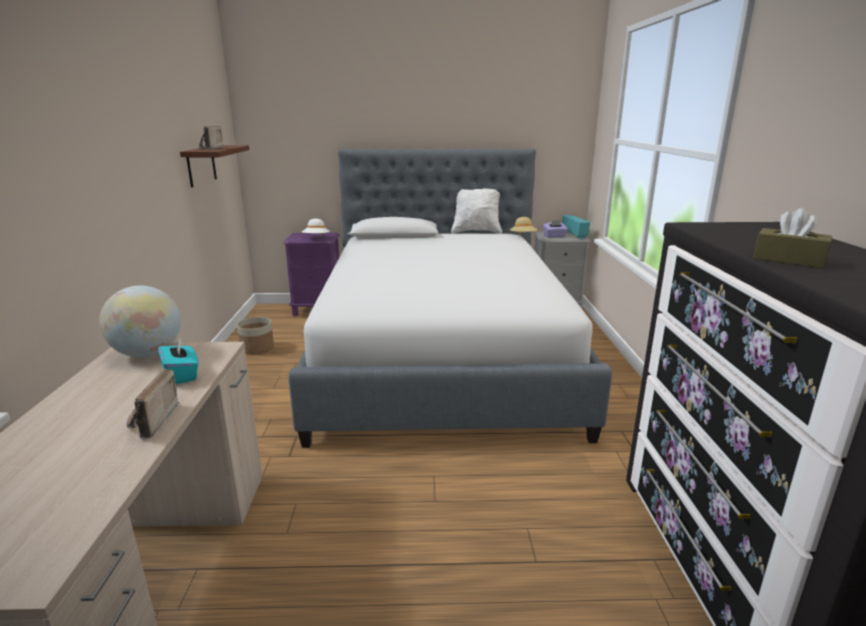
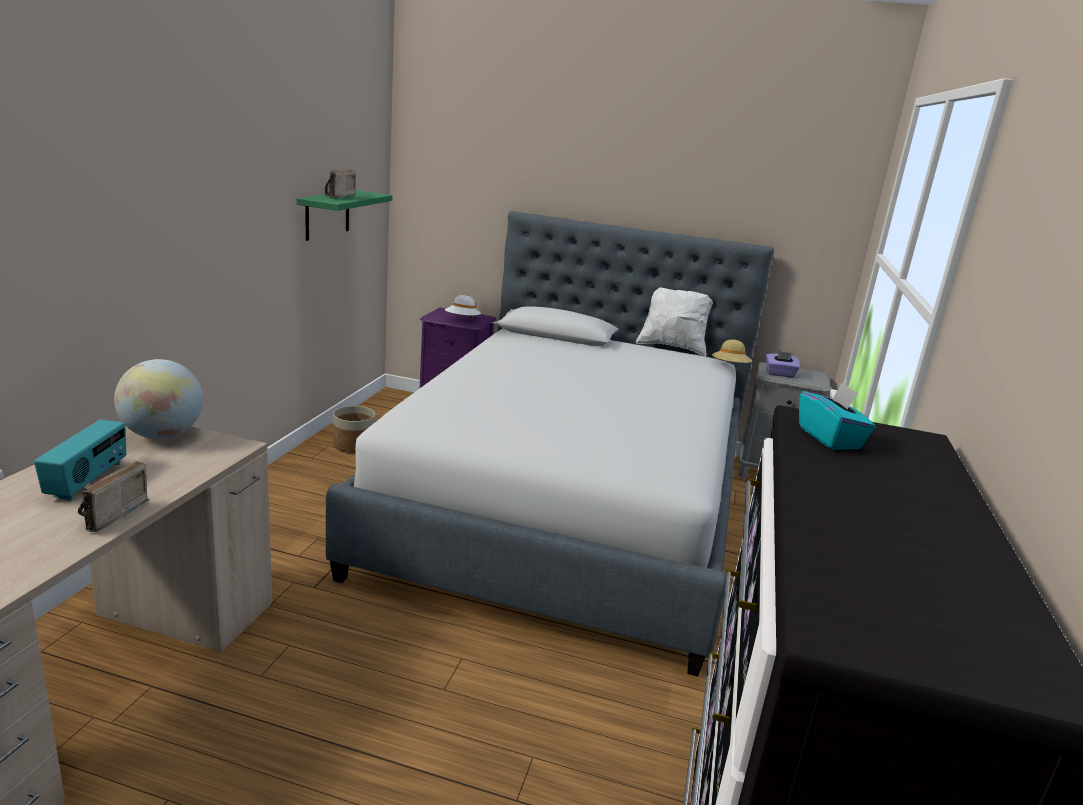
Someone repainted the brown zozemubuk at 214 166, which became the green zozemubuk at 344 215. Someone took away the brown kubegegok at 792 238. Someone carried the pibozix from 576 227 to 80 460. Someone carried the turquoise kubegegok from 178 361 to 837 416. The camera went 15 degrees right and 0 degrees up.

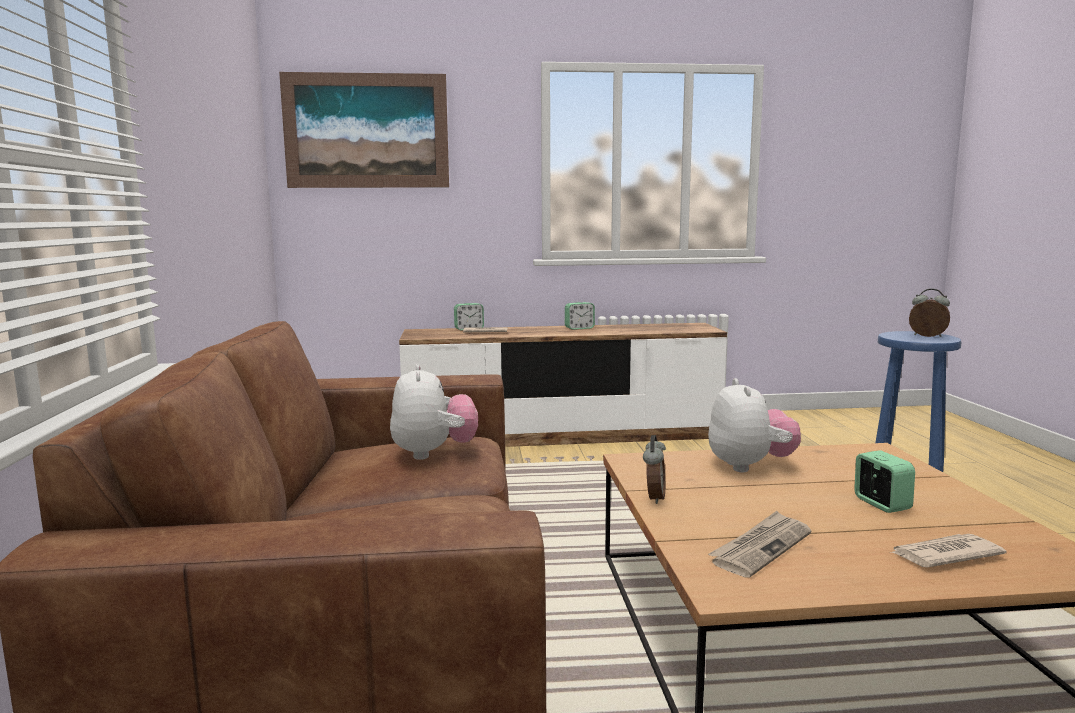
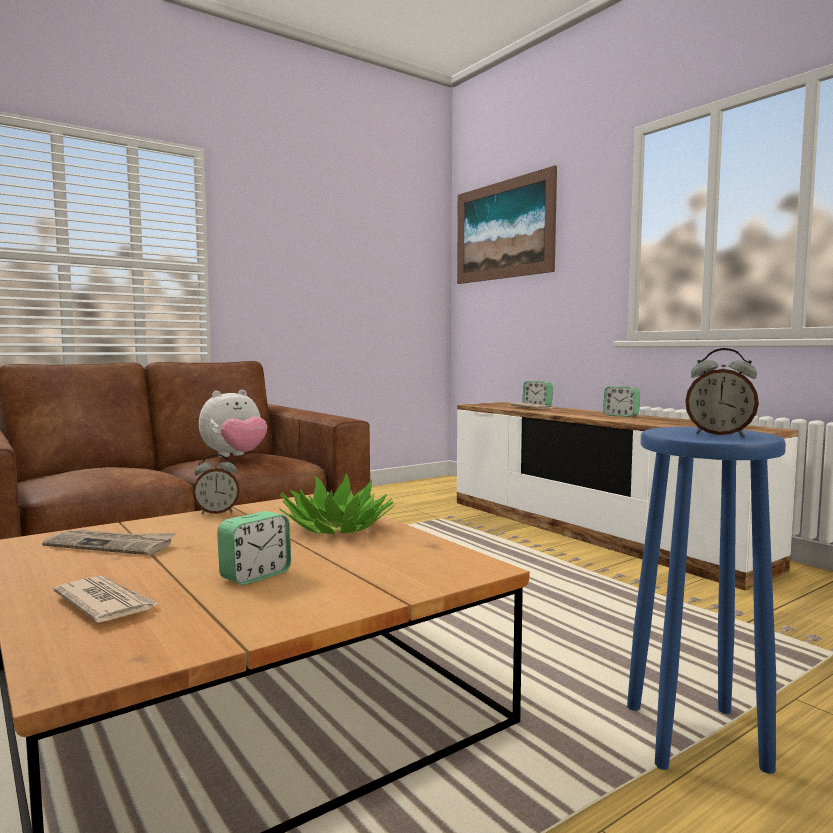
Someone rotated the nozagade at 929 312 by 120 degrees clockwise. Someone swapped the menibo at 754 425 for the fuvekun at 336 503. The camera went 60 degrees right and 5 degrees down.

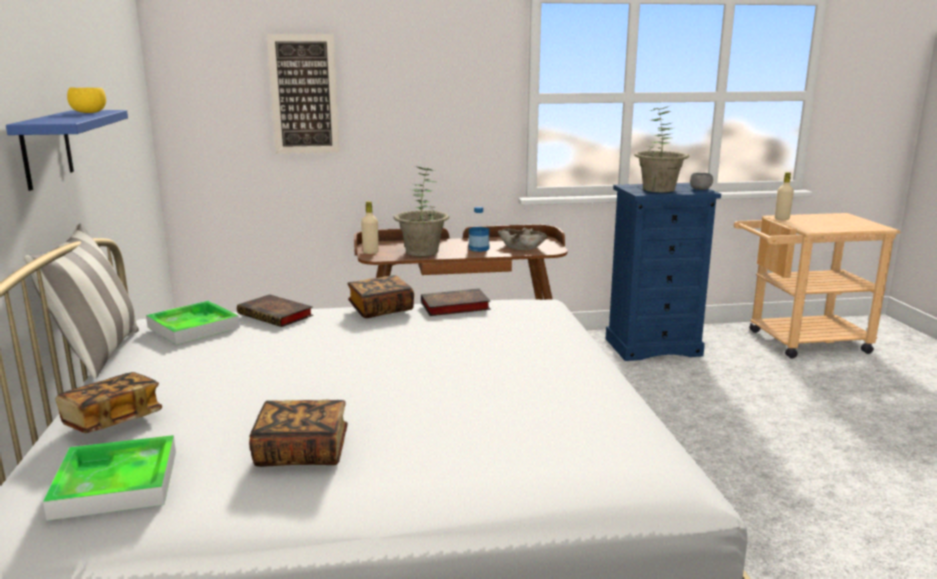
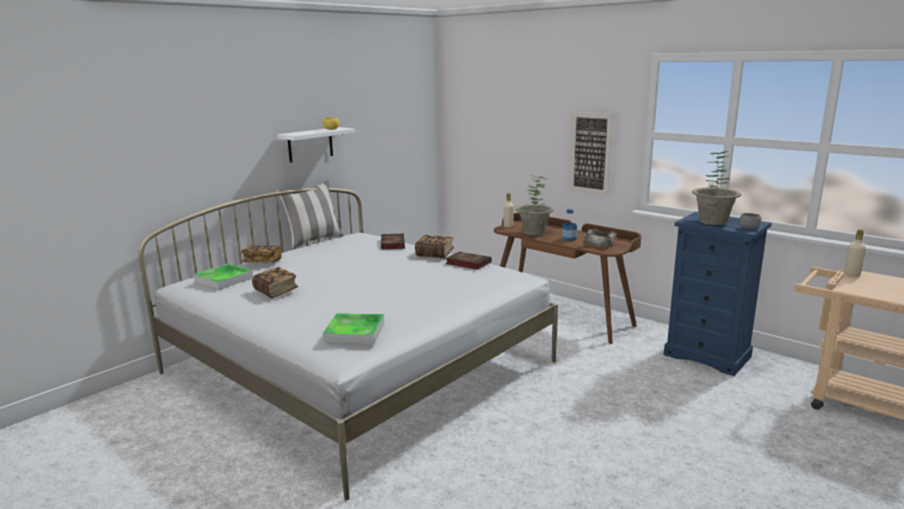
Someone carried the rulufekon from 303 94 to 591 154. Someone repainted the blue zozemubuk at 67 150, which became the white zozemubuk at 316 145. Someone carried the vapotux from 193 323 to 353 328. The camera went 50 degrees right and 0 degrees up.

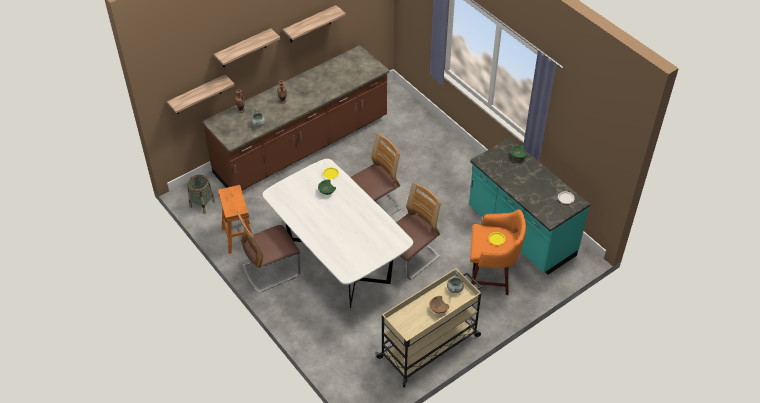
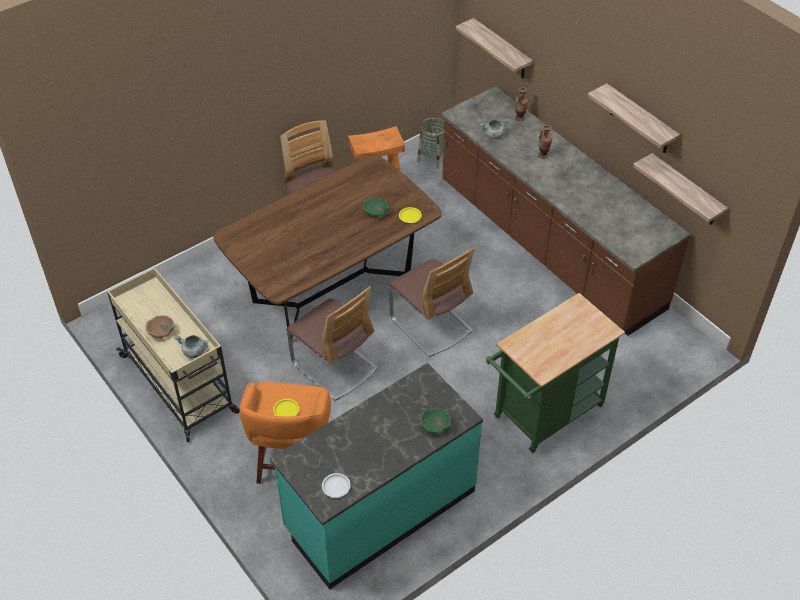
Someone carried the zozemubuk from 247 48 to 680 189. Someone repainted the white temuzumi at 337 233, which became the brown temuzumi at 327 245. Someone put down the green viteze at 555 373. The camera went 90 degrees right and 0 degrees up.

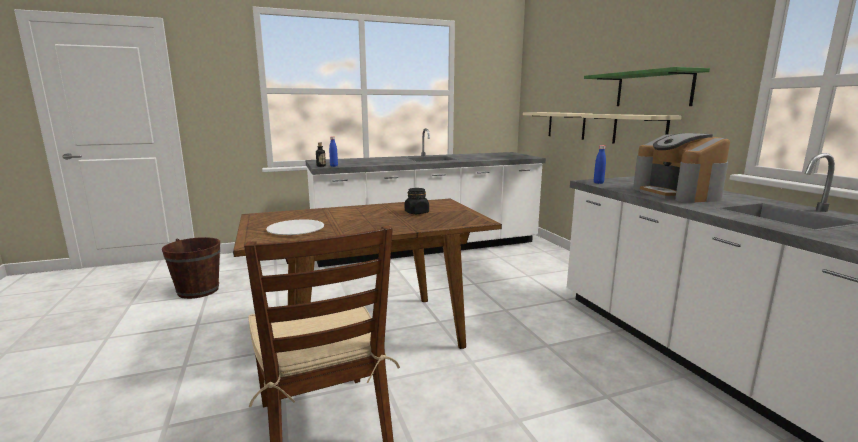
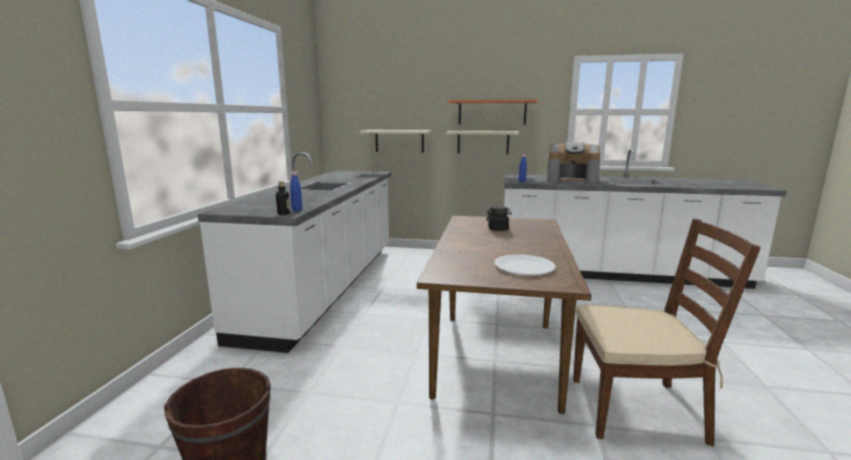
Someone repainted the green zozemubuk at 647 86, which became the orange zozemubuk at 492 112. The camera went 60 degrees left and 0 degrees up.

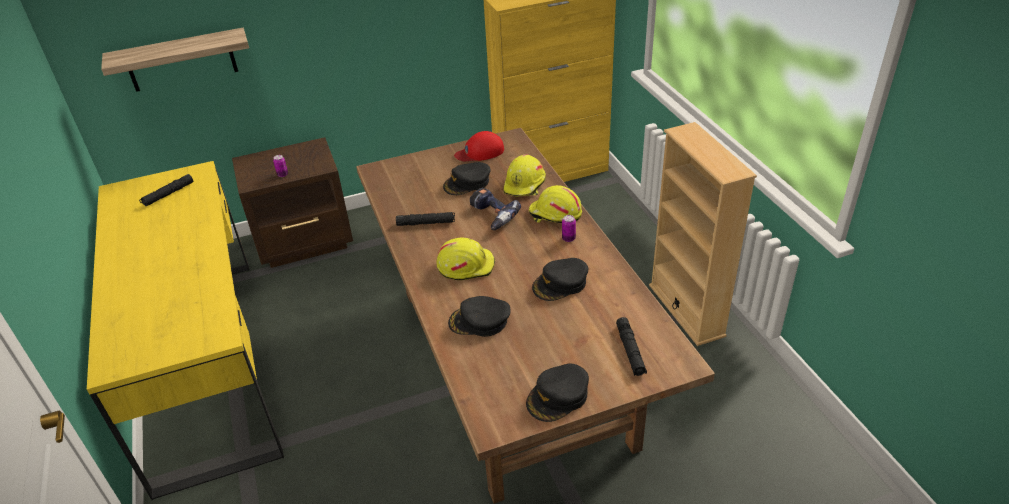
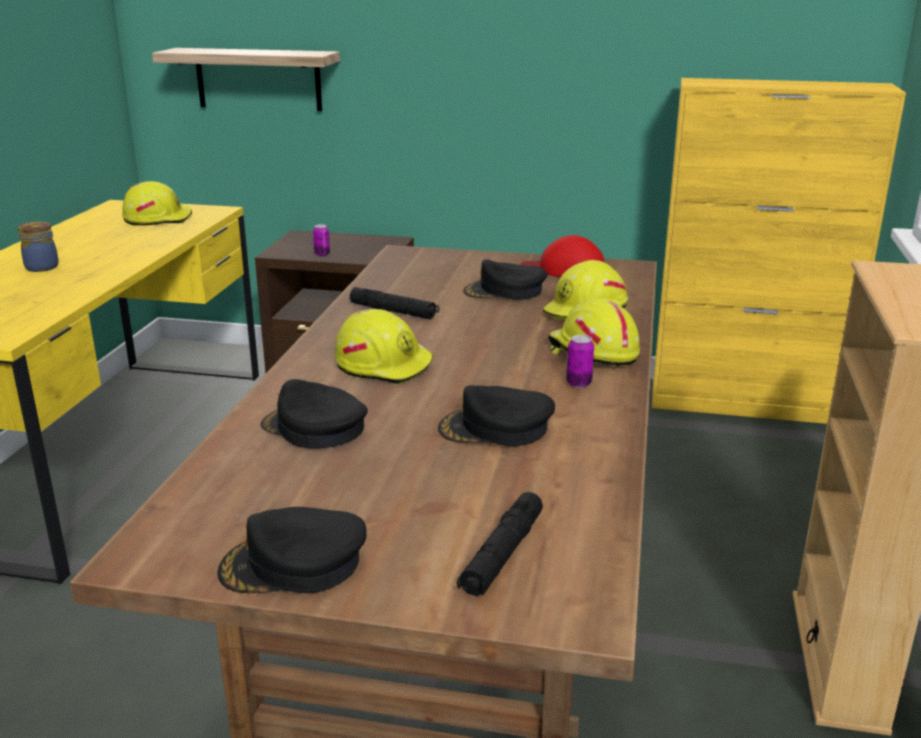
Someone swapped the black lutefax at 166 190 for the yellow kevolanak at 157 203. Someone took away the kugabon at 495 208. Someone put down the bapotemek at 38 247. The camera went 30 degrees right and 15 degrees down.

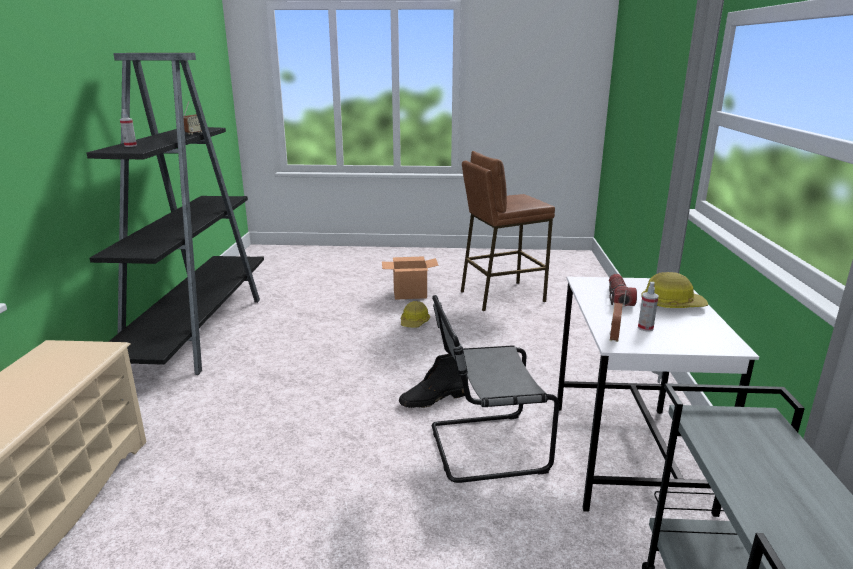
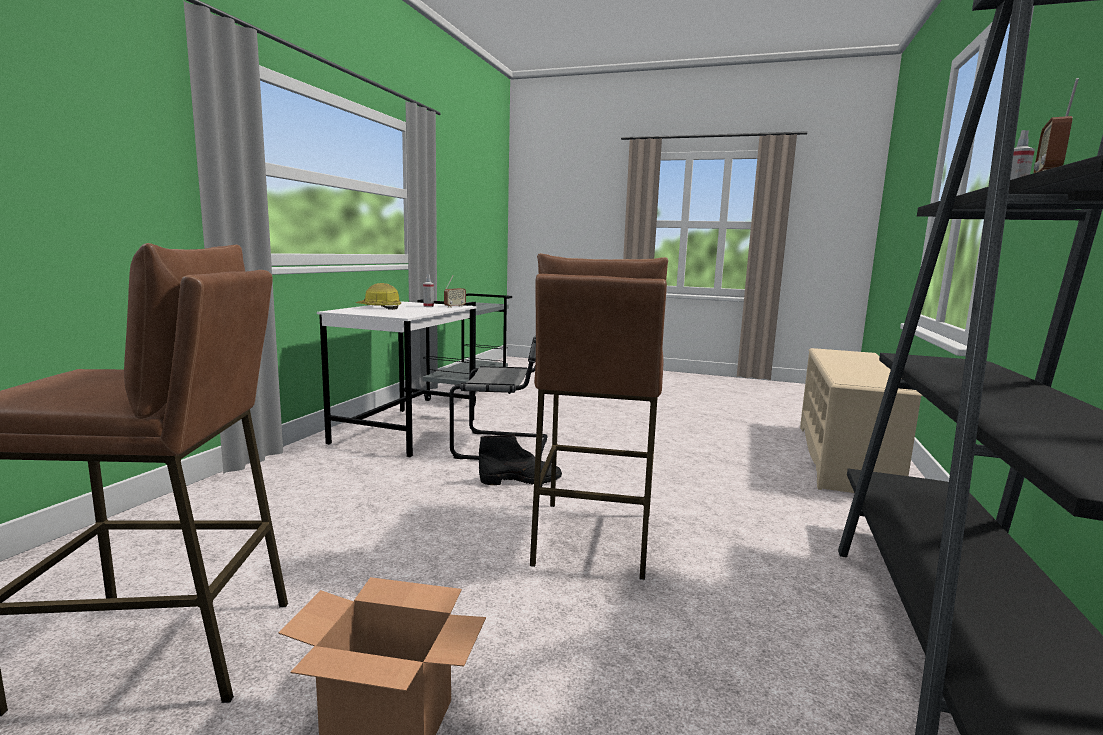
Someone took away the lutefax at 623 290. Someone took away the kevolanak at 415 314. Someone put down the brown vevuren at 599 416. The camera went 165 degrees left and 10 degrees down.

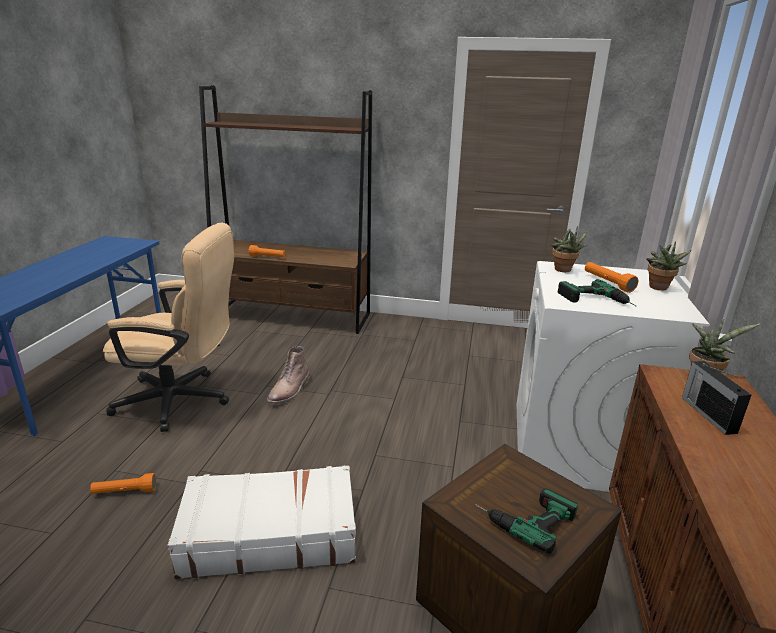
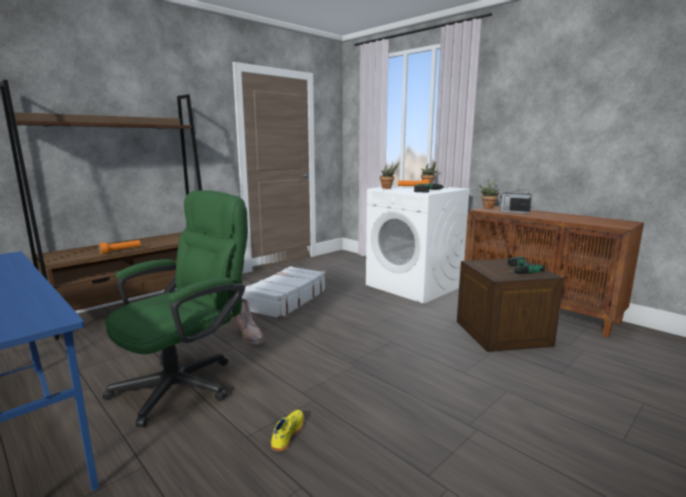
Someone repainted the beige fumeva at 168 327, which became the green fumeva at 175 308. Someone carried the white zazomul from 262 522 to 284 292. Someone swapped the orange lutefax at 123 483 for the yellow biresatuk at 287 430. The camera went 55 degrees left and 10 degrees down.

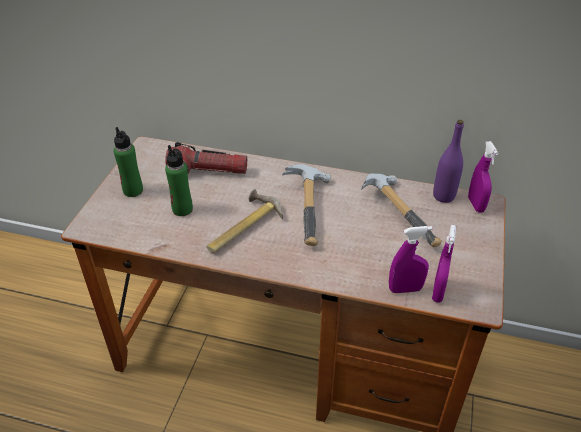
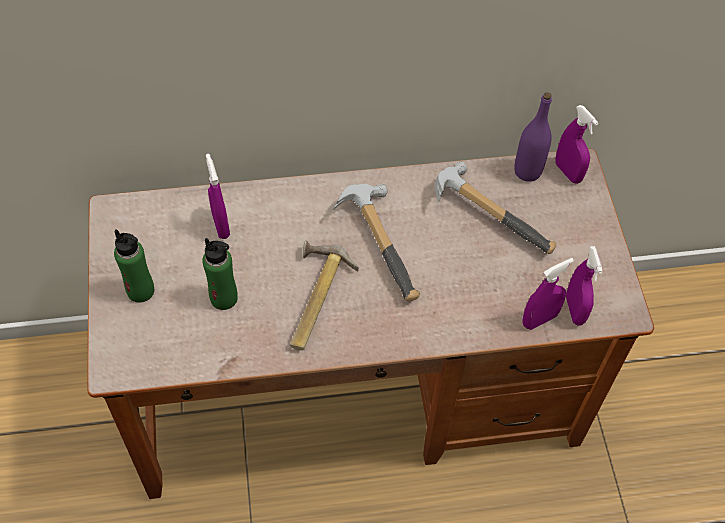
Someone swapped the lutefax at 206 158 for the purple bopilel at 218 196. The camera went 25 degrees left and 15 degrees up.

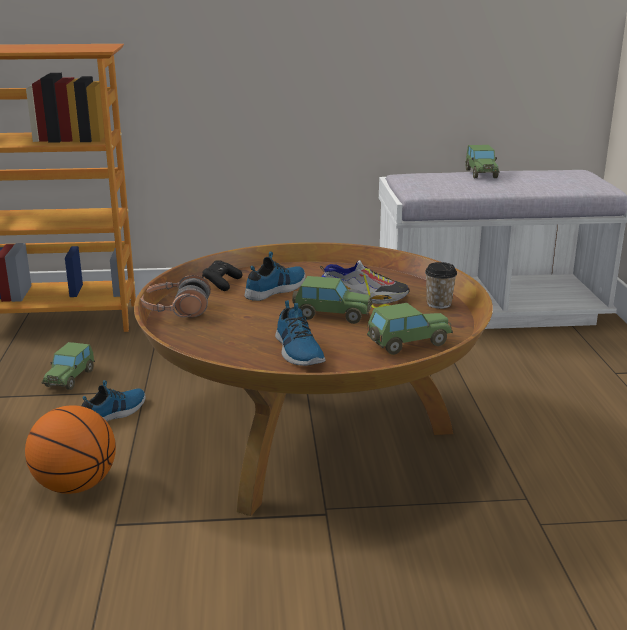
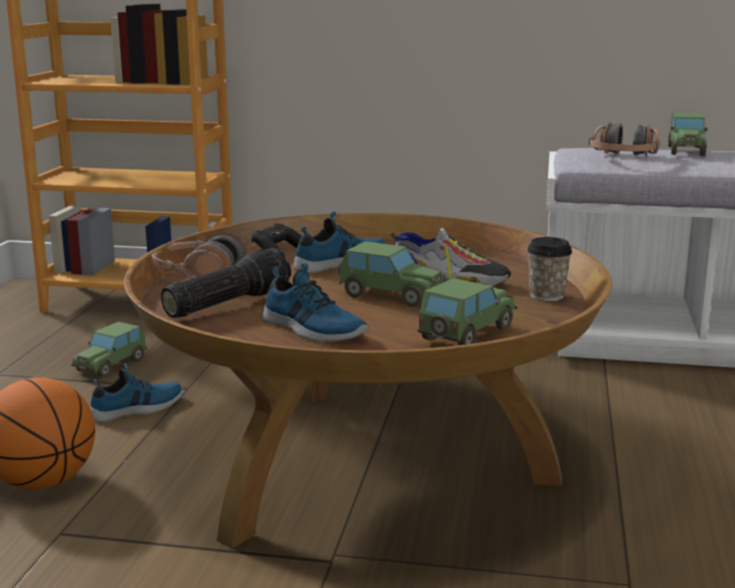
Someone rotated the biresatuk at 300 333 by 45 degrees counterclockwise. Someone rotated the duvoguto at 410 329 by 45 degrees counterclockwise. Someone put down the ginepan at 624 139. Someone put down the lutefax at 226 283. The camera went 15 degrees right and 5 degrees down.

